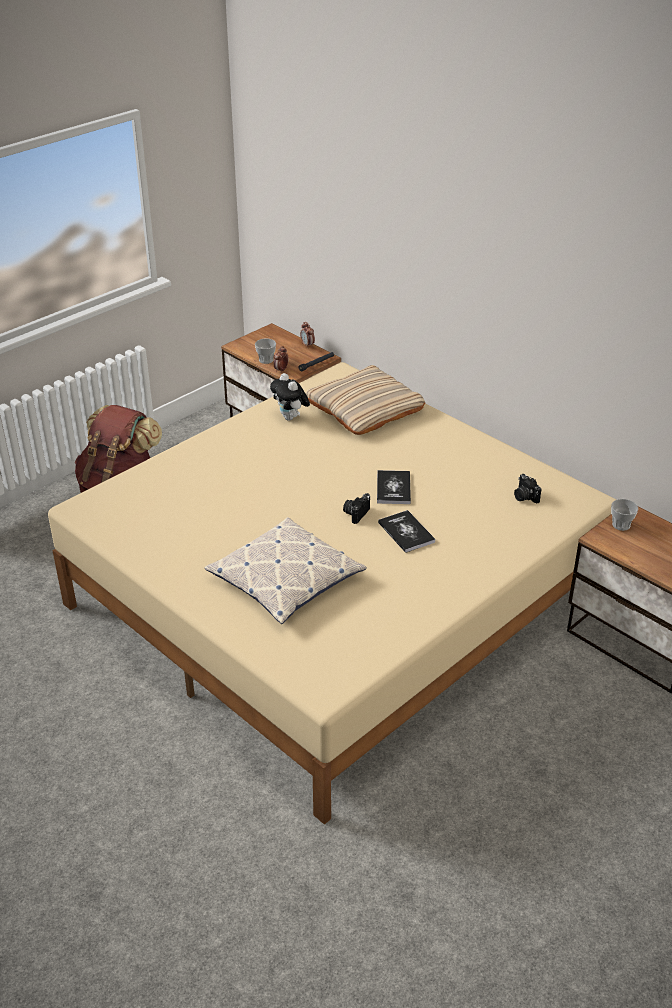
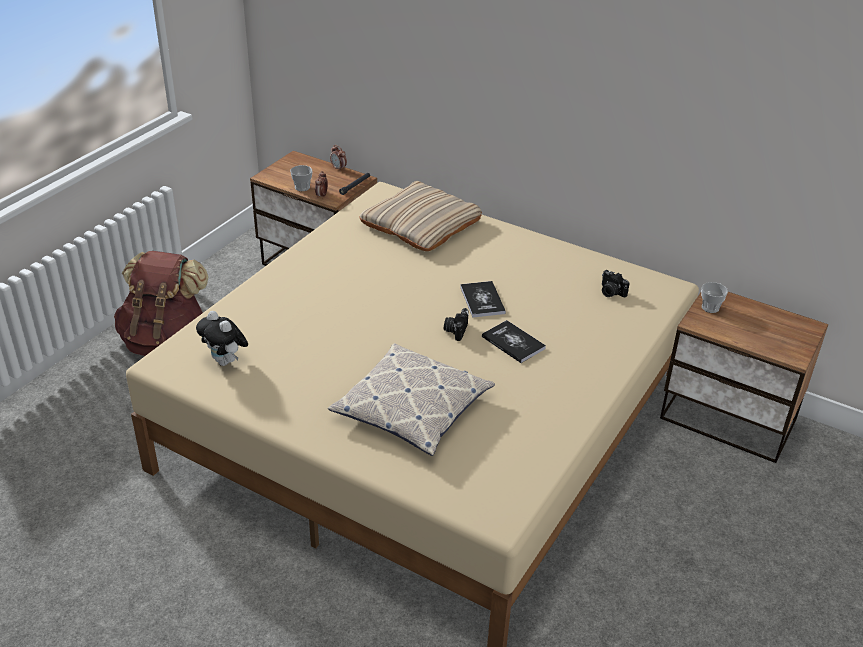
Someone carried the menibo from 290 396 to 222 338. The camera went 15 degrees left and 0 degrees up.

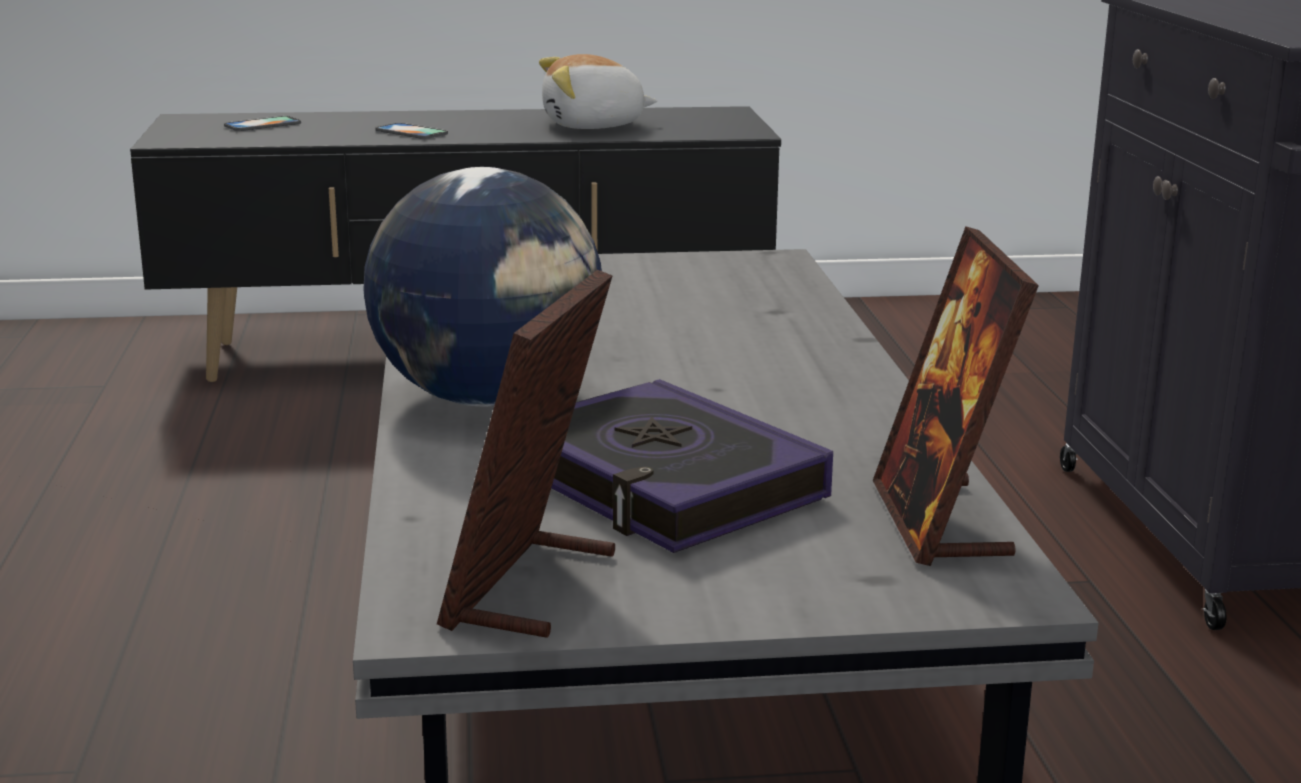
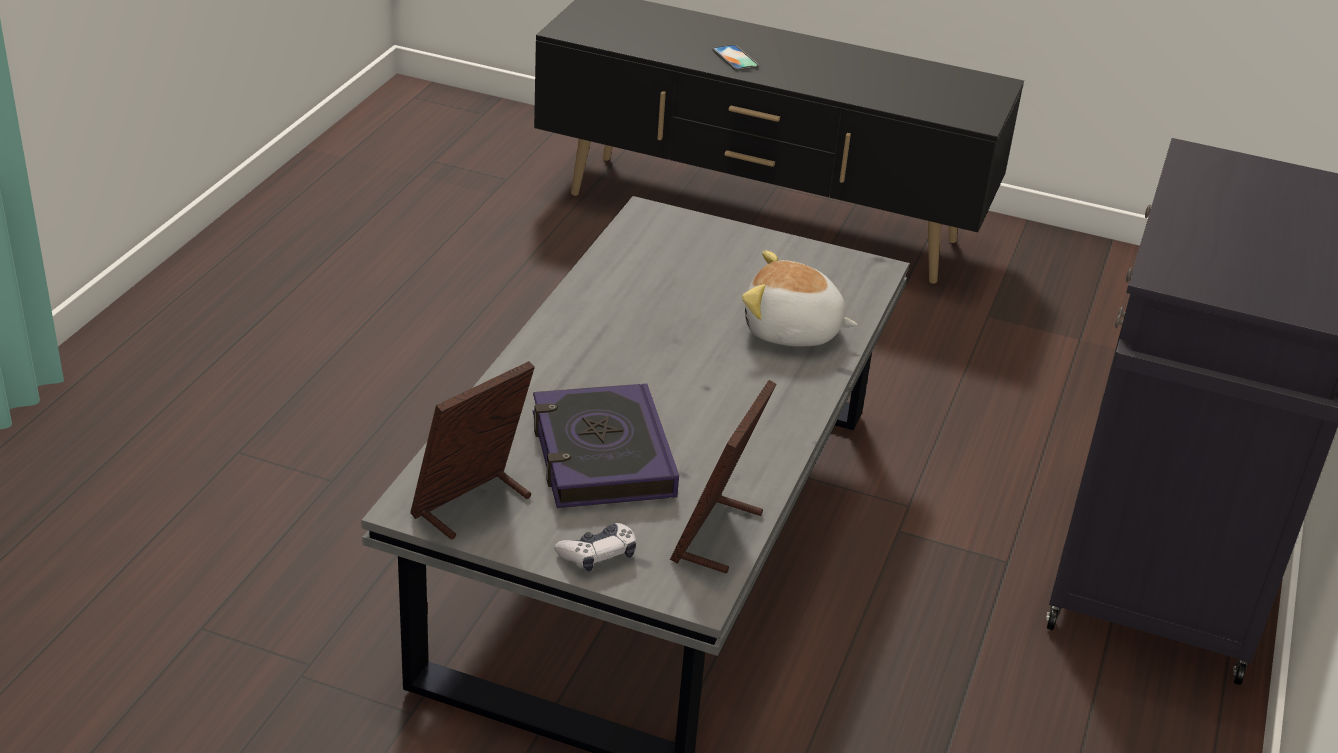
Someone carried the menibo from 598 91 to 800 298. Someone took away the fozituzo at 262 123. Someone took away the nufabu at 482 286. Someone put down the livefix at 595 547. The camera went 25 degrees right and 15 degrees up.

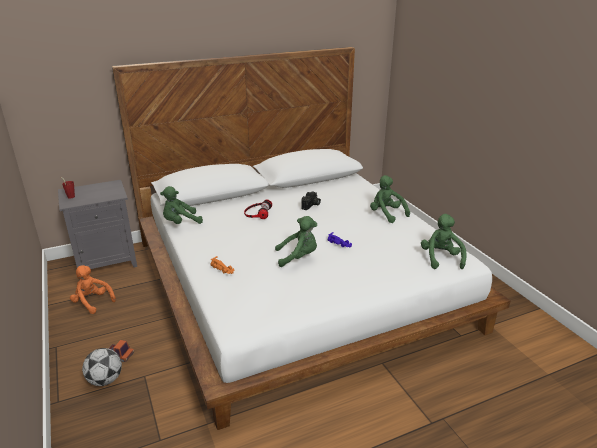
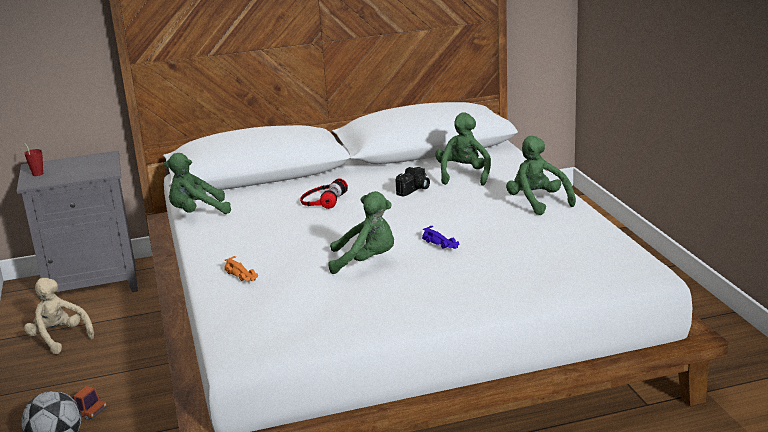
Someone carried the green menibo from 444 241 to 463 149. Someone repainted the orange menibo at 93 289, which became the beige menibo at 59 316. The camera went 10 degrees right and 5 degrees down.

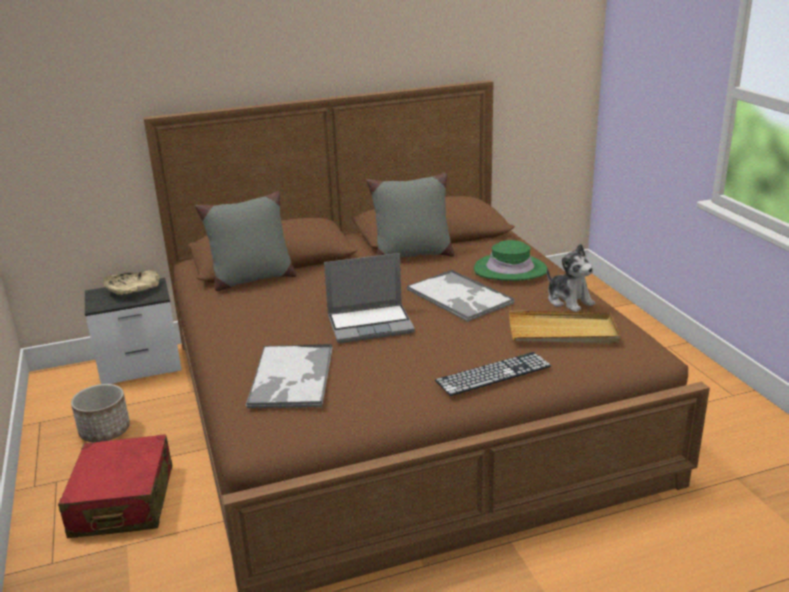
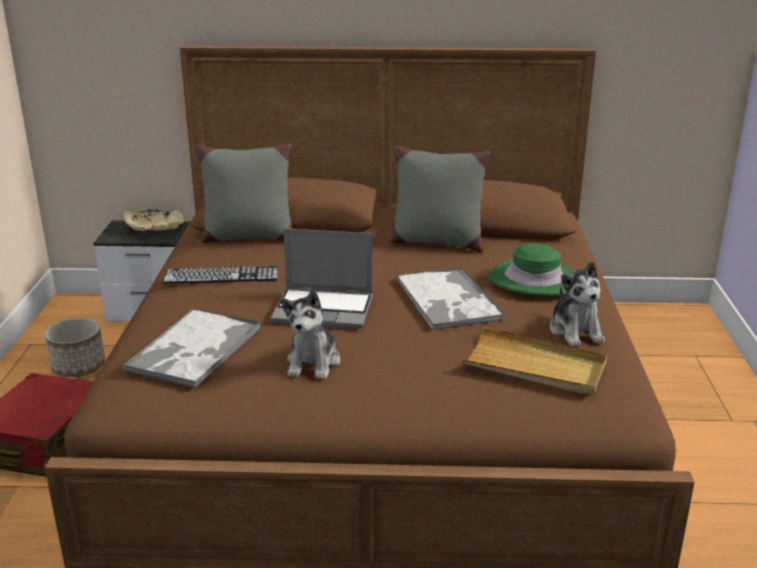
Someone carried the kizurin from 493 374 to 220 275. Someone put down the menibo at 310 334. The camera went 20 degrees right and 0 degrees up.

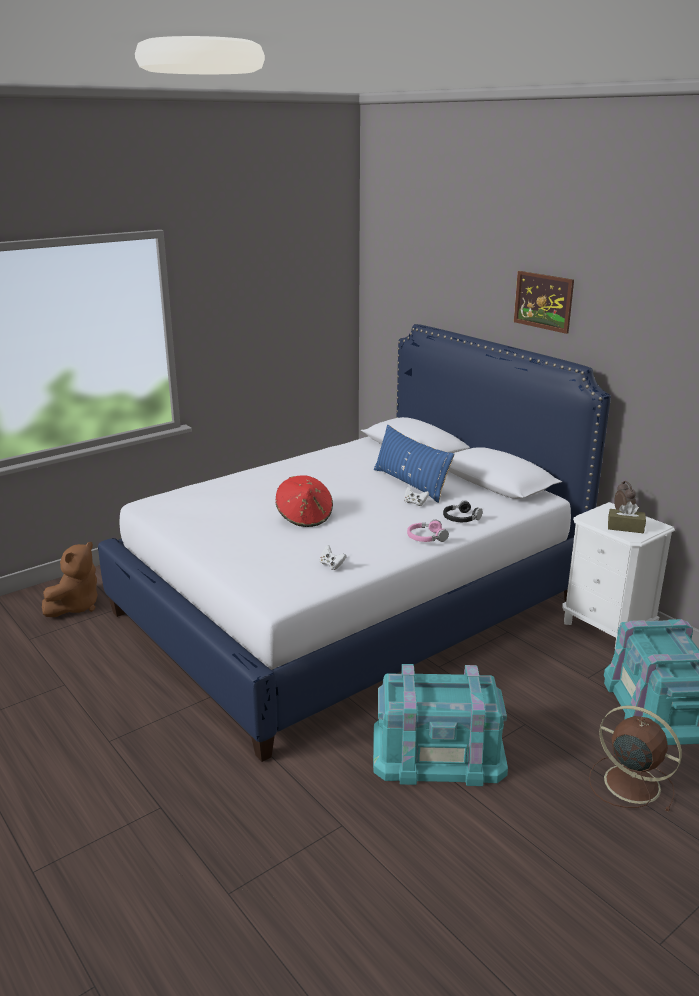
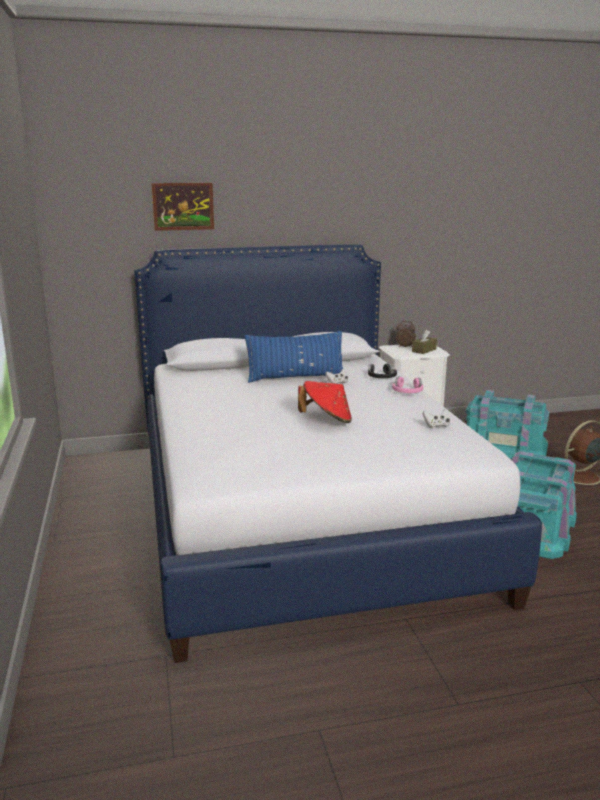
Someone carried the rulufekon from 544 302 to 182 207. Someone took away the brown menibo at 70 579. The camera went 65 degrees left and 5 degrees down.

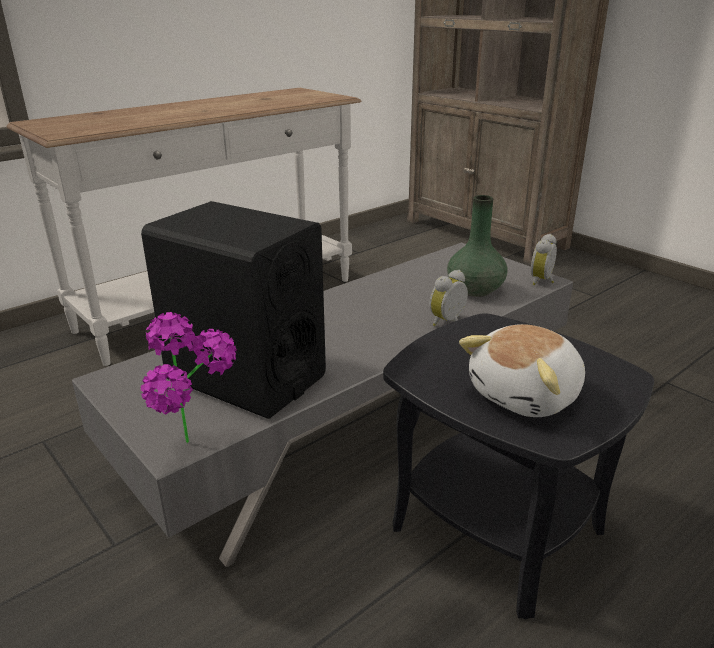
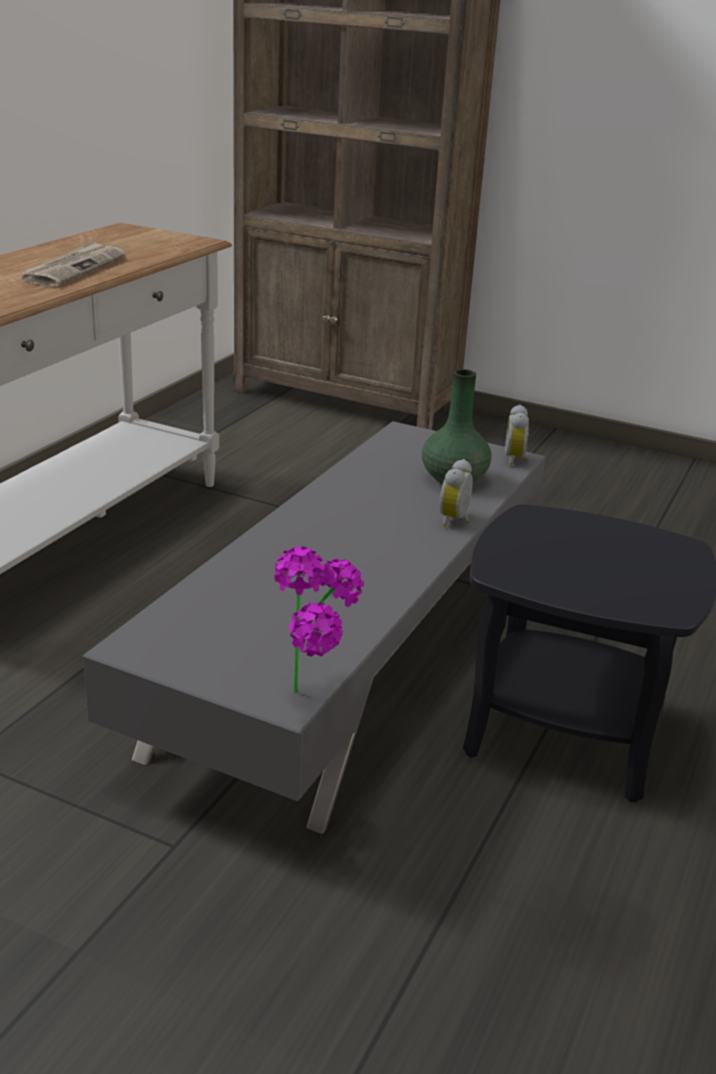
Someone took away the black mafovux at 233 310. Someone took away the menibo at 522 370. Someone put down the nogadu at 72 263. The camera went 25 degrees left and 0 degrees up.

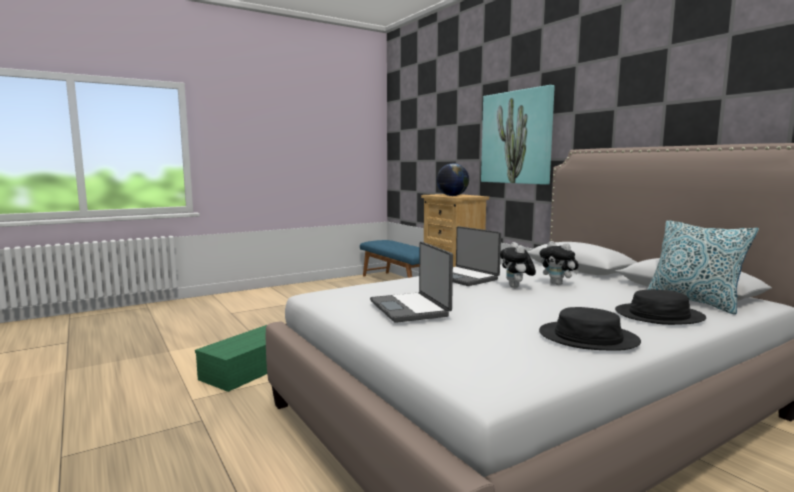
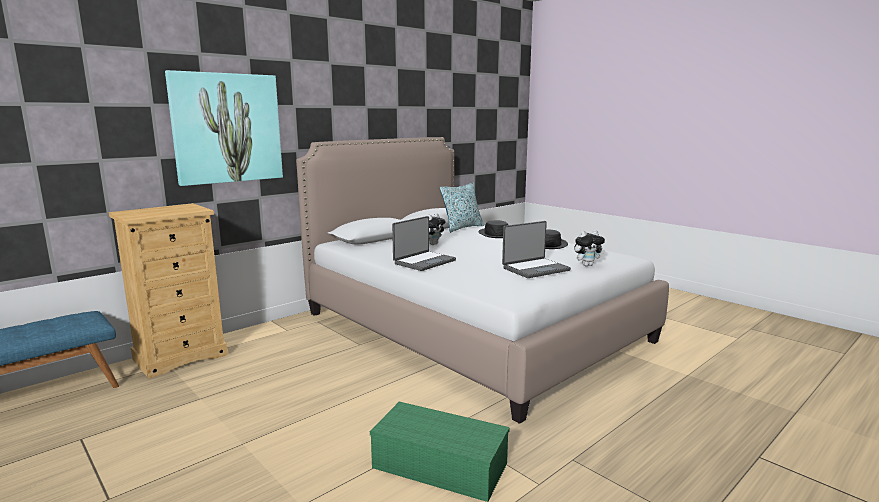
Someone took away the nufabu at 453 179. Someone carried the menibo from 518 265 to 589 248. The camera went 100 degrees left and 5 degrees up.

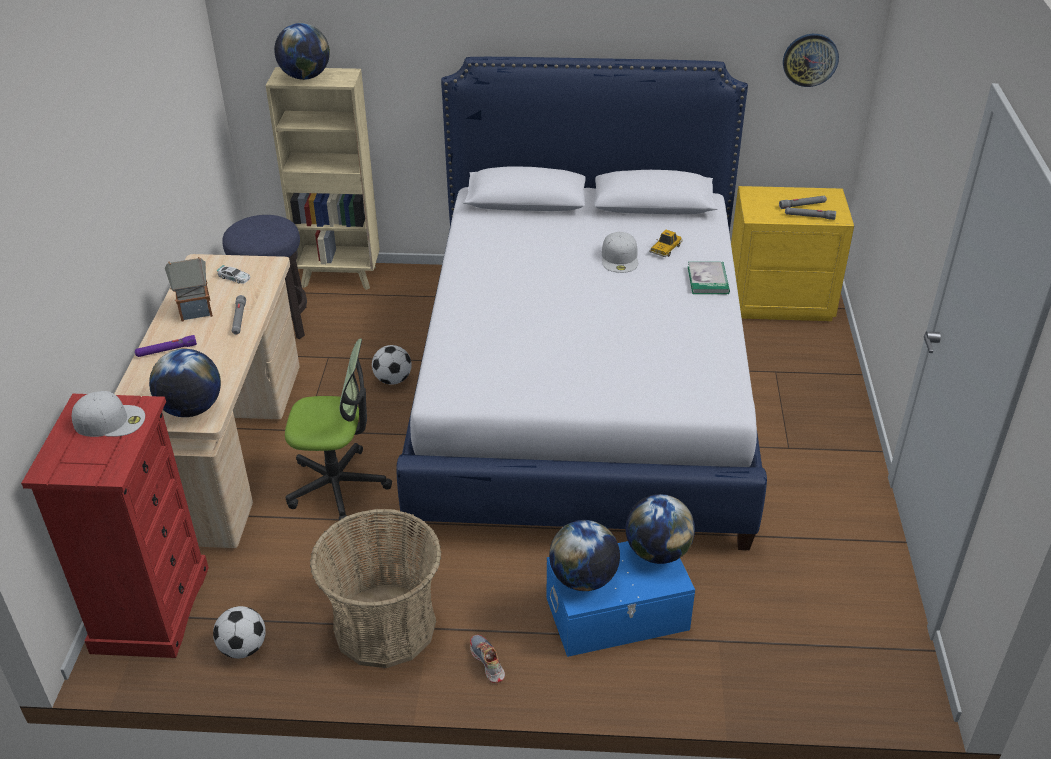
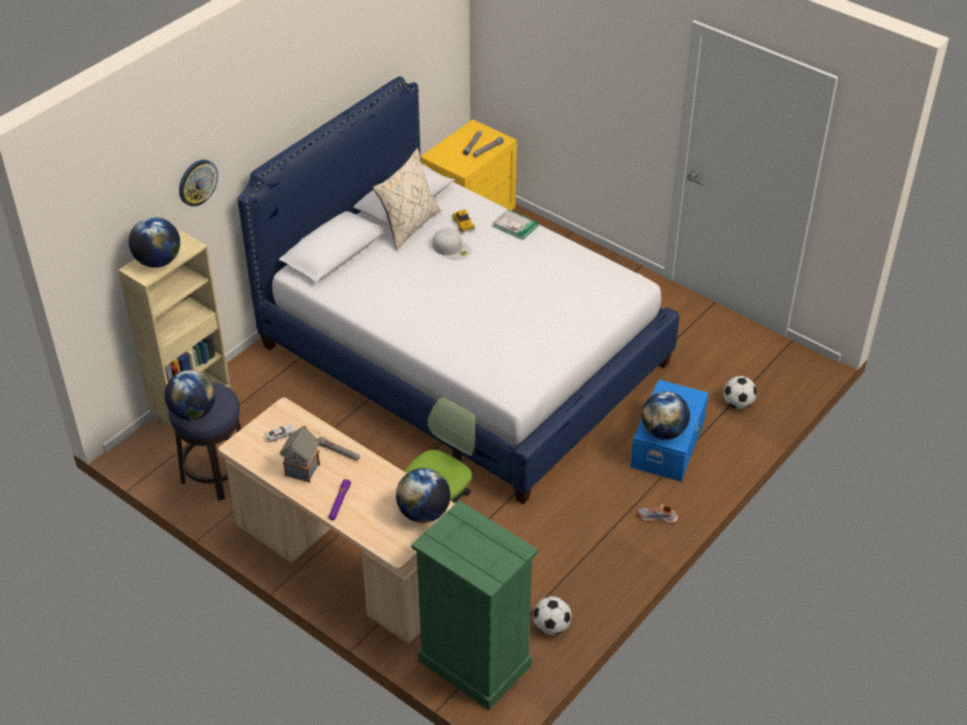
Someone carried the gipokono from 811 60 to 198 183. Someone carried the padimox from 392 365 to 740 392. Someone took away the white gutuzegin at 108 414. Someone repainted the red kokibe at 115 526, which became the green kokibe at 475 605. Someone carried the nufabu from 660 529 to 190 395. Someone took away the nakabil at 376 588. Someone put down the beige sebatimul at 407 199. The camera went 55 degrees left and 5 degrees up.

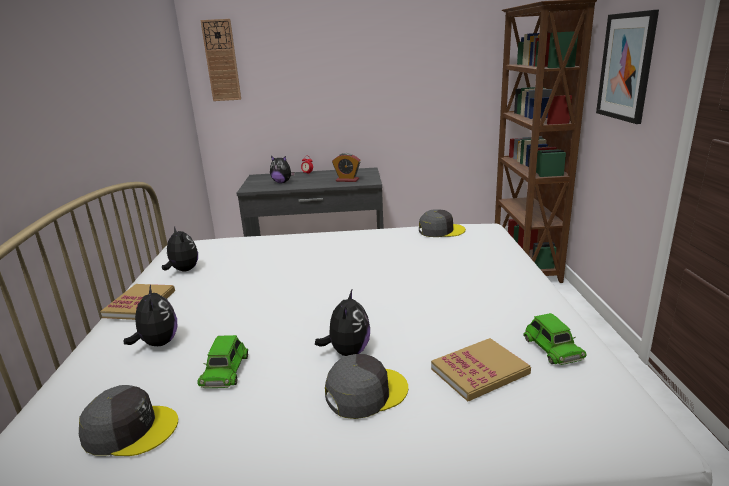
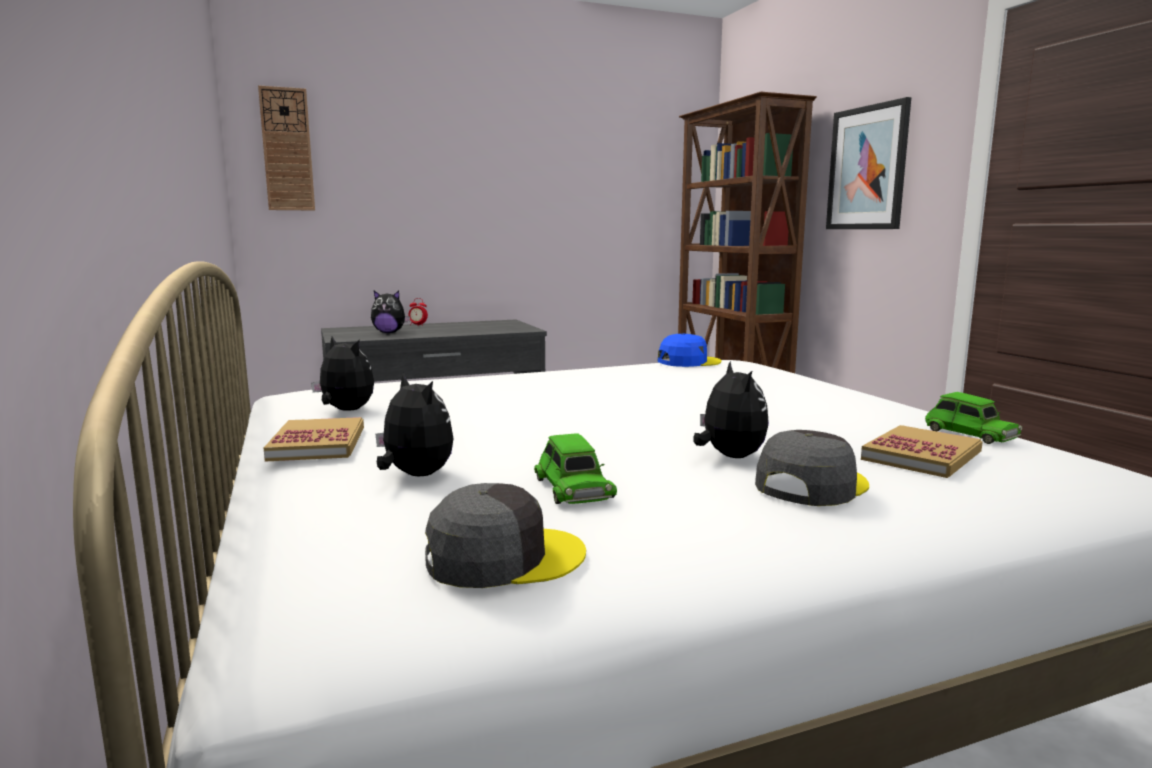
Someone took away the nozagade at 346 167. Someone repainted the grey gutuzegin at 442 223, which became the blue gutuzegin at 689 350. The camera went 20 degrees left and 10 degrees down.

